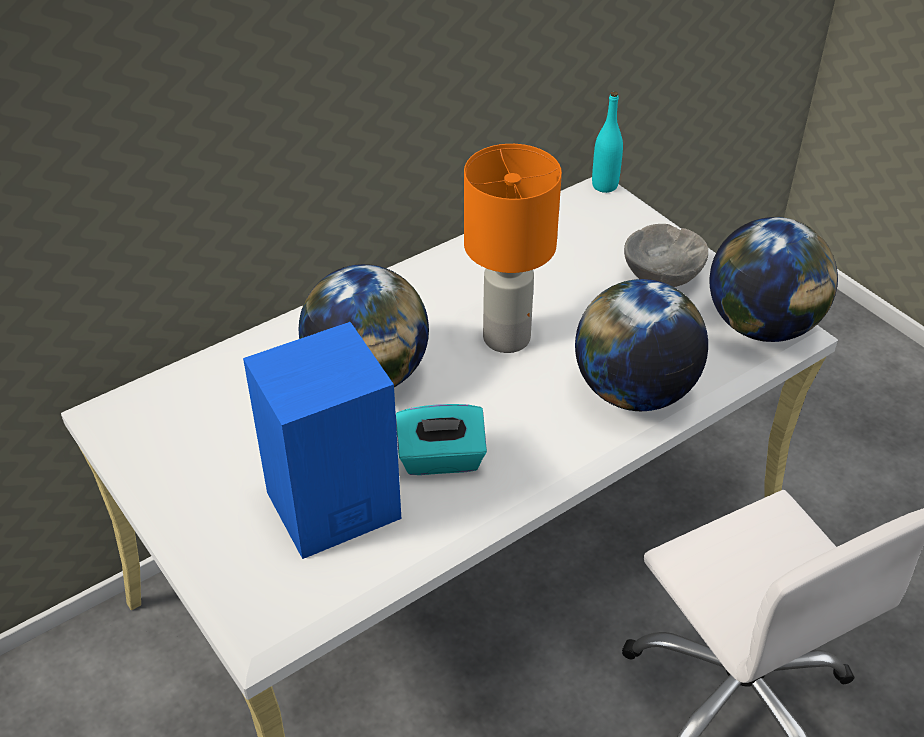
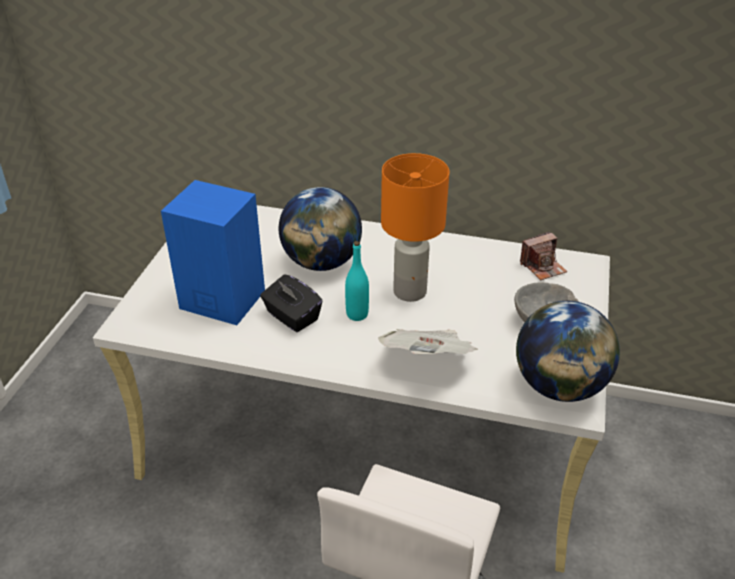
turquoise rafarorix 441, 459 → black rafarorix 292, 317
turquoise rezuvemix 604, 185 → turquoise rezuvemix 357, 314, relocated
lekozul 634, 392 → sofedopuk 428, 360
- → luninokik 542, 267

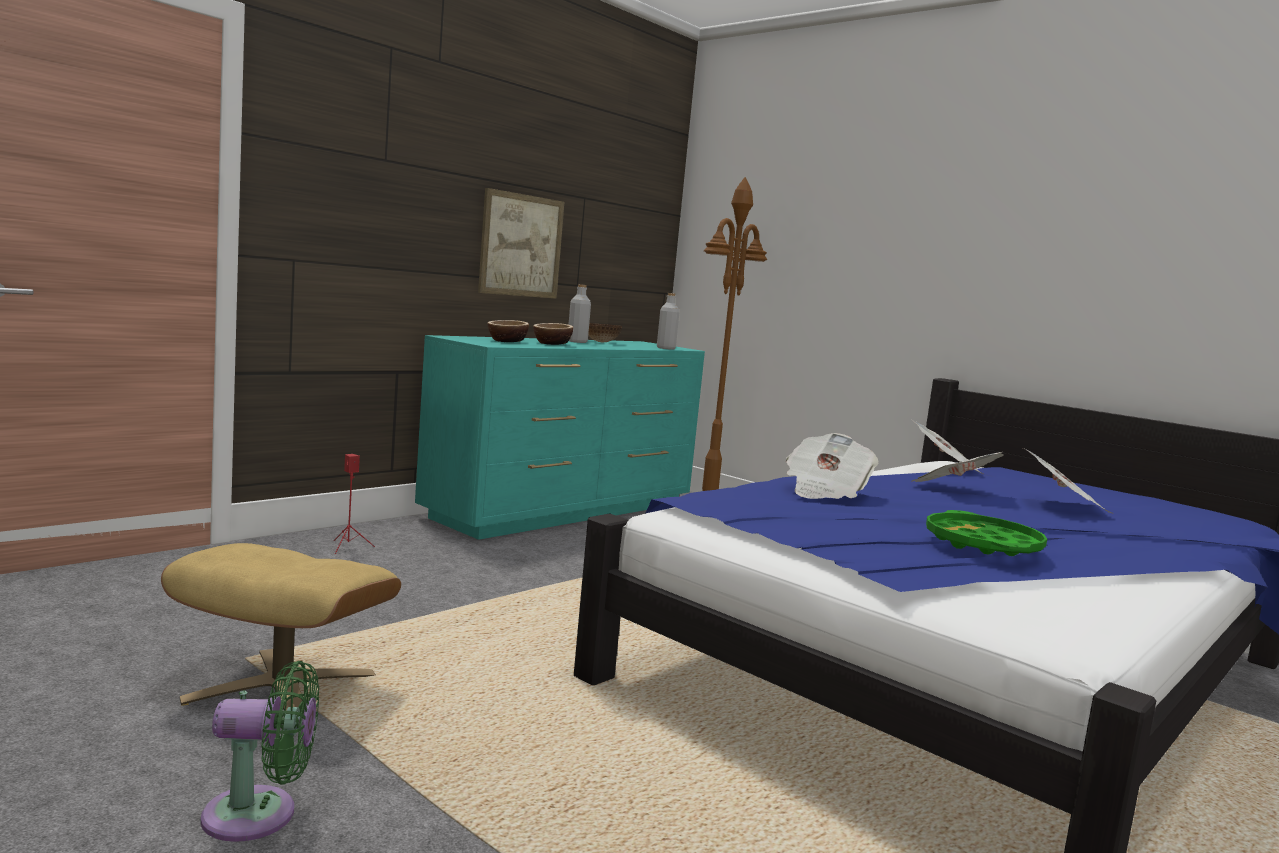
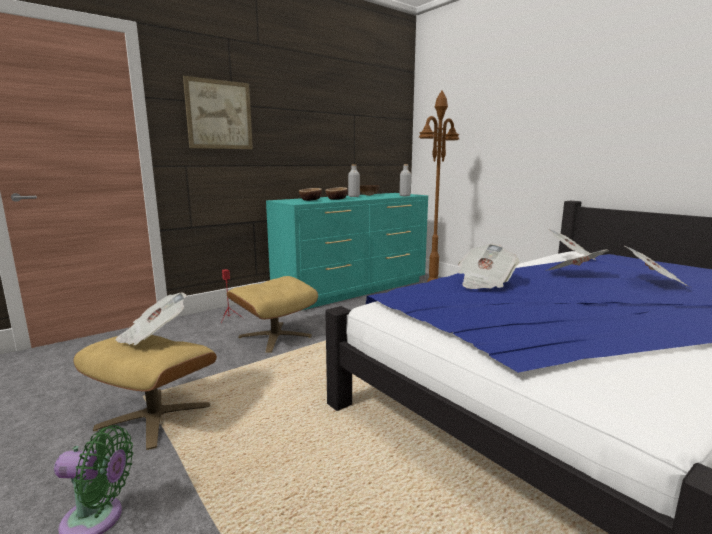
- → sofedopuk 153, 335
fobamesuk 521, 245 → fobamesuk 219, 115, relocated
- → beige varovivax 275, 336
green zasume 982, 544 → -

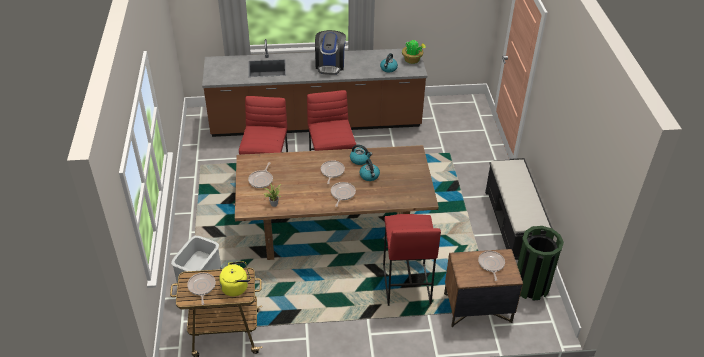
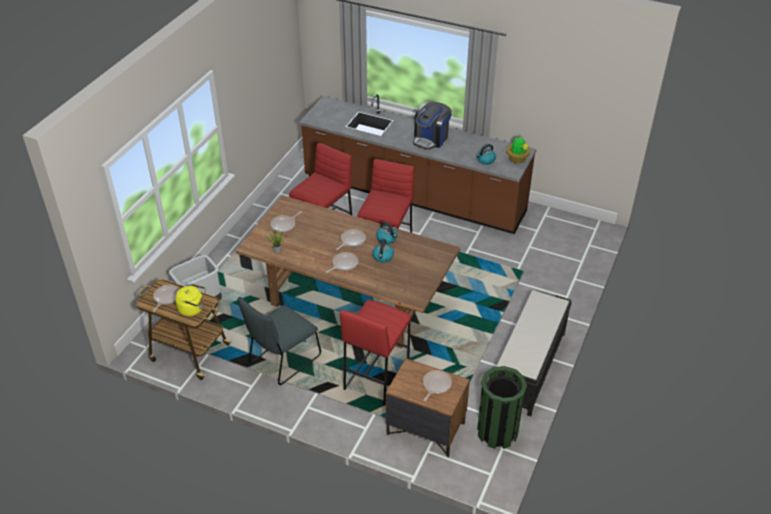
- → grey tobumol 282, 361

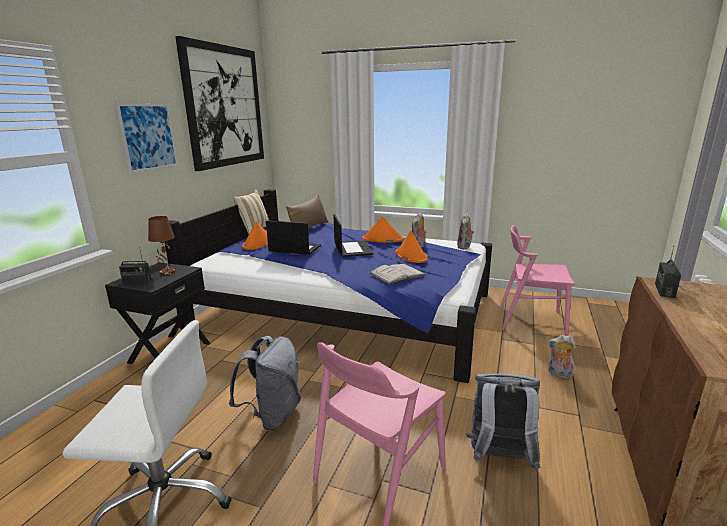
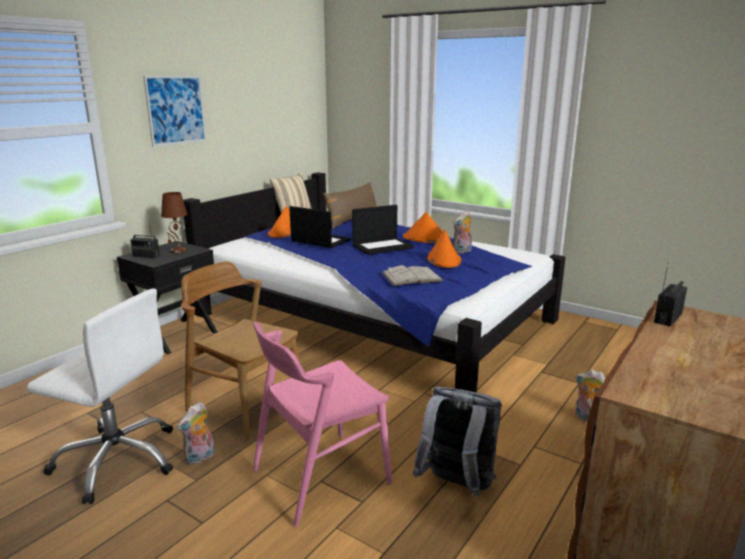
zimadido 464, 247 → zimadido 200, 458, relocated
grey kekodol 273, 415 → brown tobumol 245, 406
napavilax 352, 249 → napavilax 382, 246, 60 degrees clockwise
fobamesuk 225, 106 → -
pink tobumol 530, 320 → -

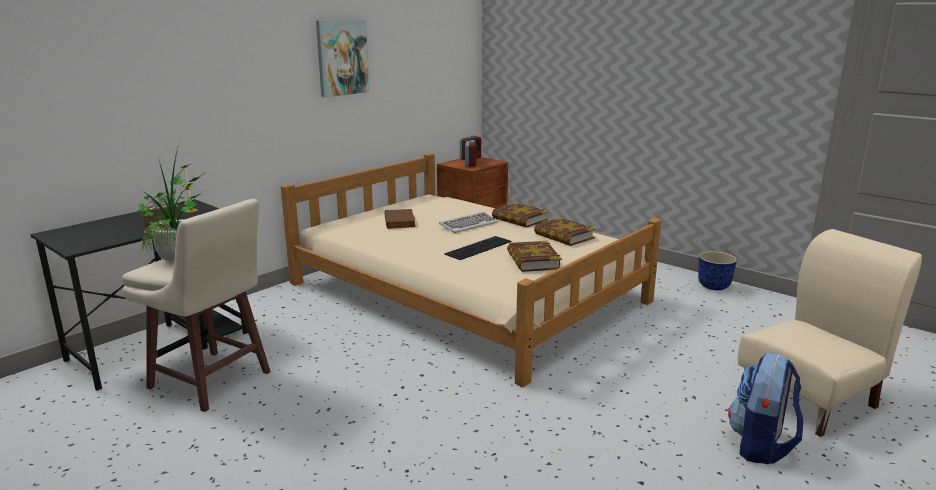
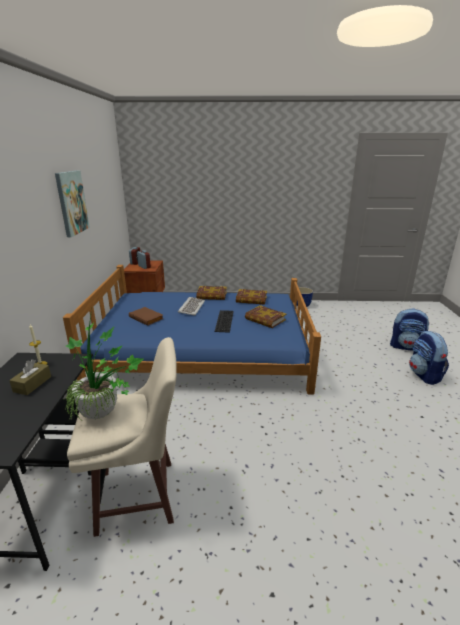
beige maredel 467, 292 → blue maredel 204, 350
beige tobumol 810, 400 → kekodol 406, 346

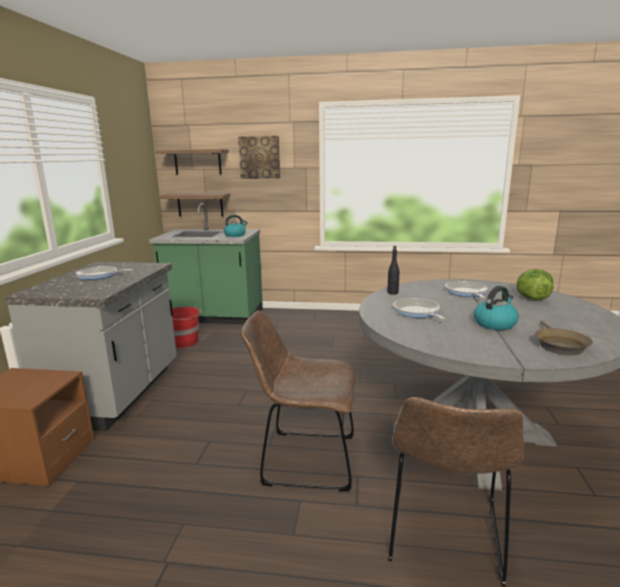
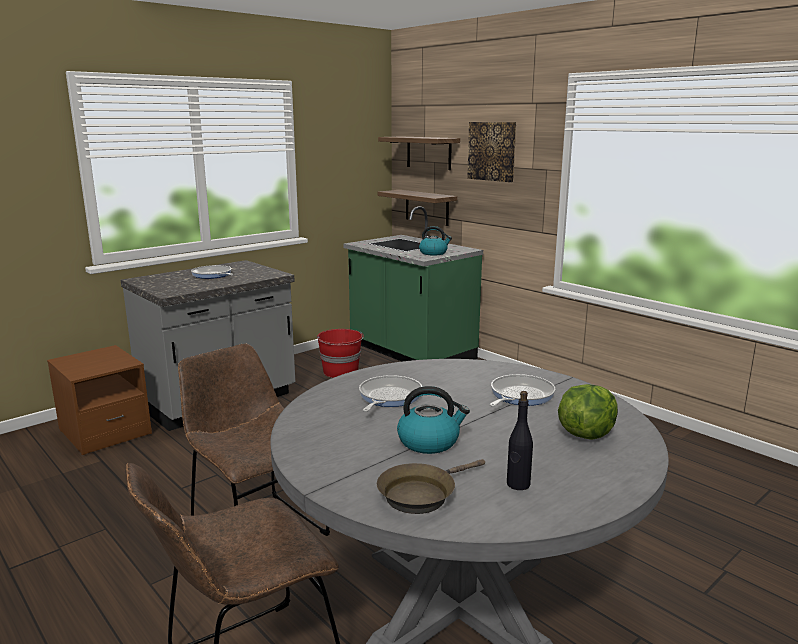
black rezuvemix 392, 293 → black rezuvemix 518, 484, relocated

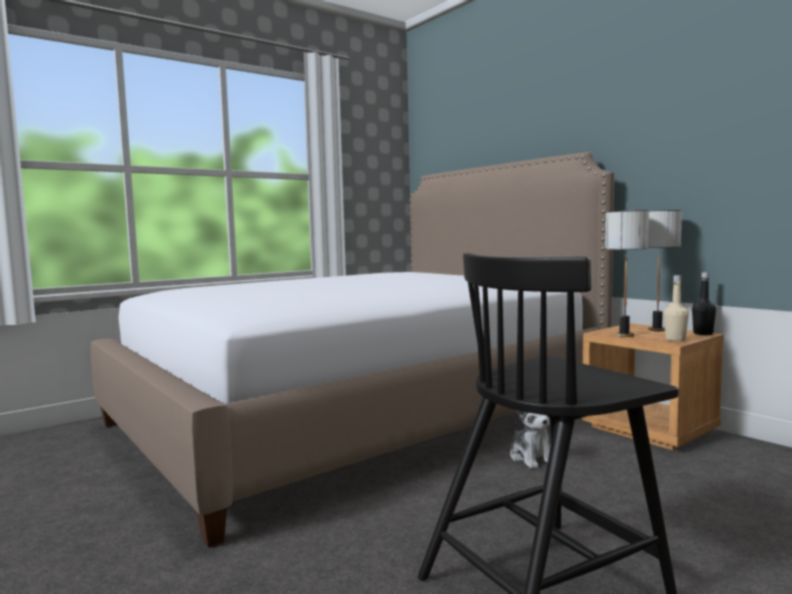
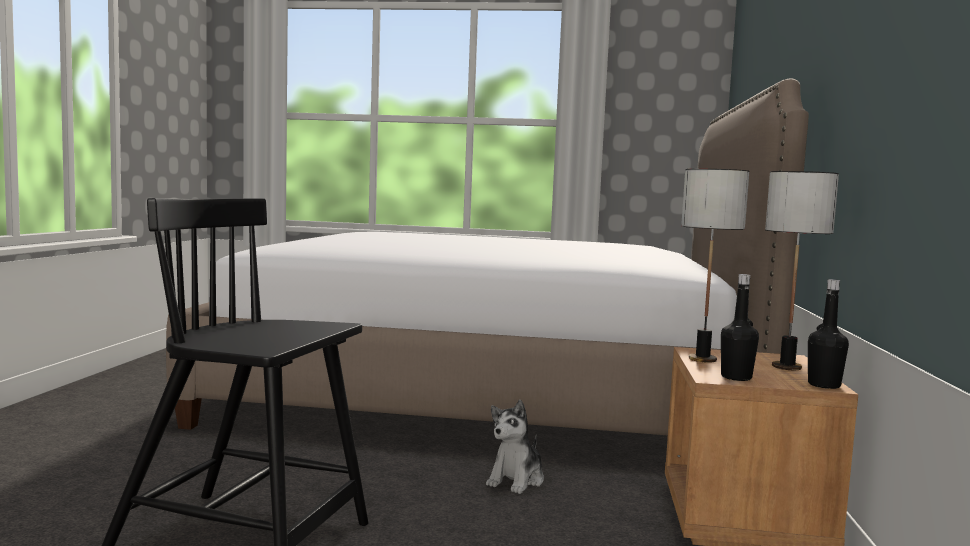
beige rezuvemix 675, 339 → black rezuvemix 736, 377

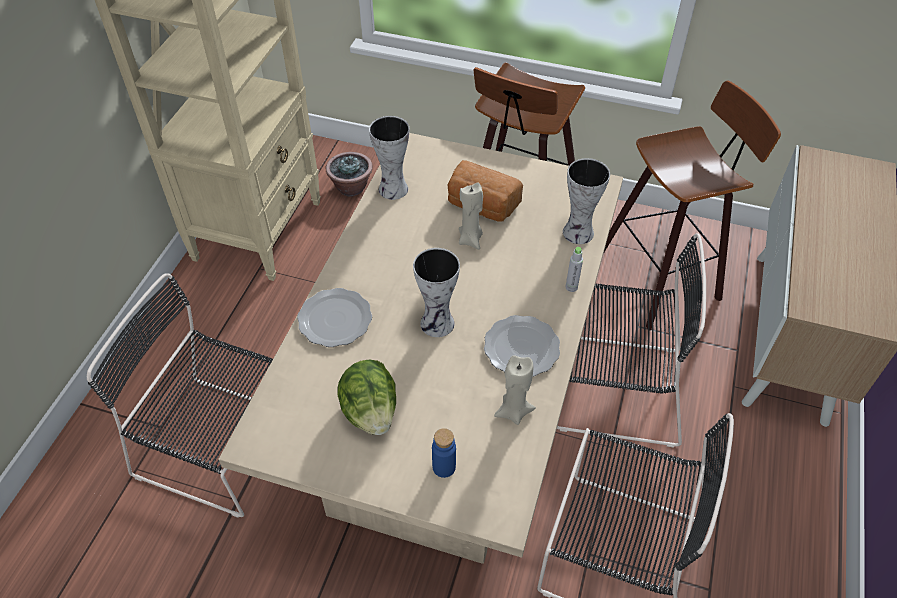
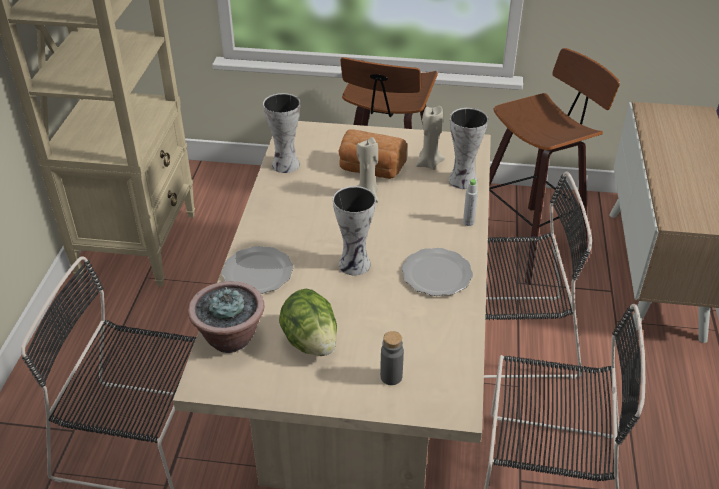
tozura 351, 187 → tozura 230, 338, relocated
blue rezuvemix 444, 467 → grey rezuvemix 391, 376
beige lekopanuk 513, 411 → beige lekopanuk 428, 164, relocated

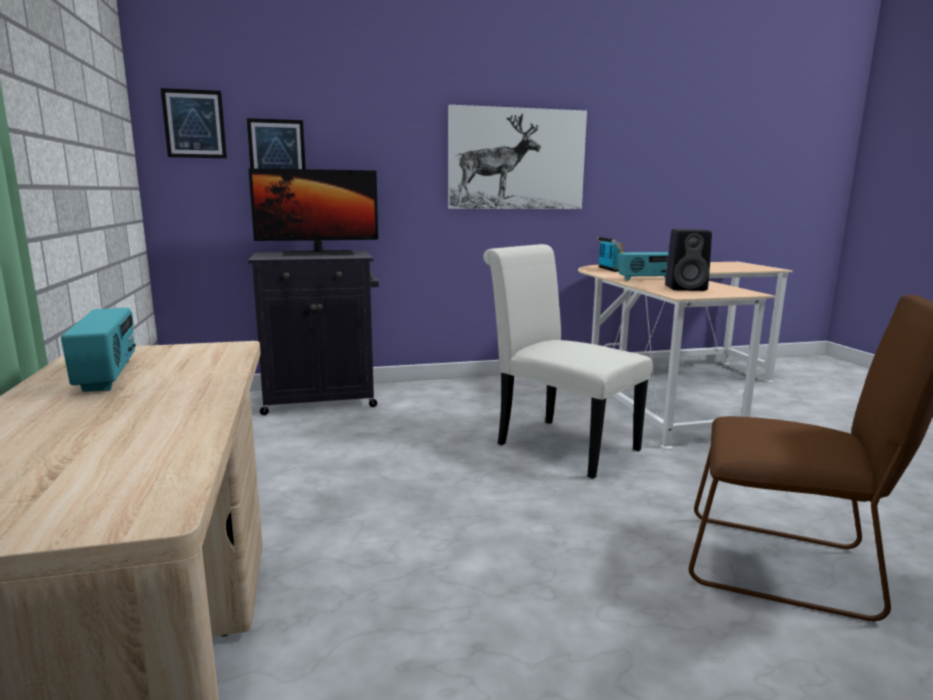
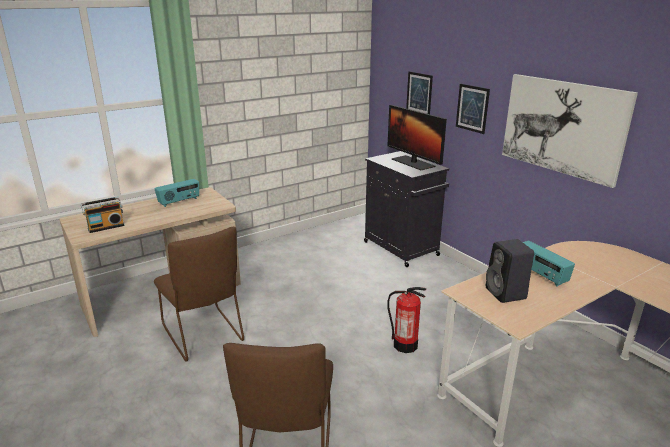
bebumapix 609, 269 → bebumapix 106, 227, relocated
- → brown tobumol 204, 335
white tobumol 559, 444 → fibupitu 405, 345
fobamesuk 194, 124 → fobamesuk 472, 108, relocated

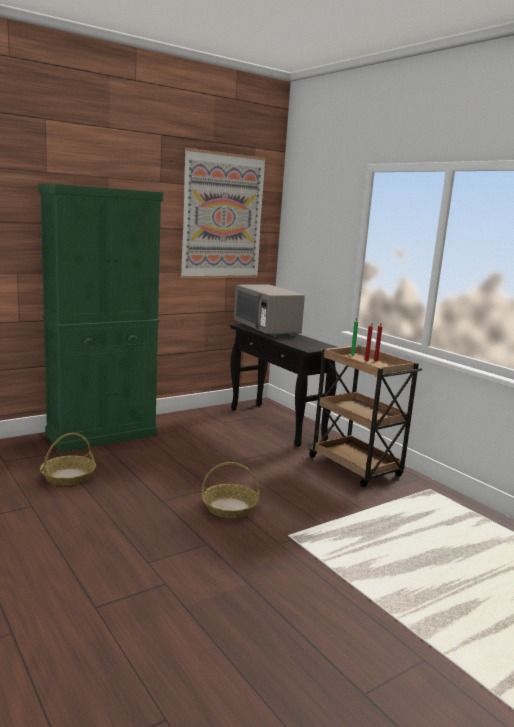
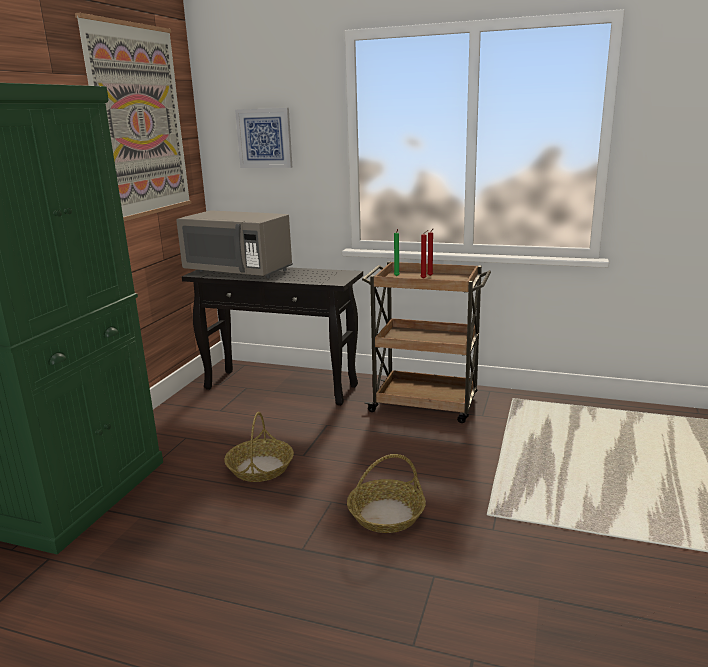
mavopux 68, 476 → mavopux 260, 467, relocated
- → fobamesuk 264, 138

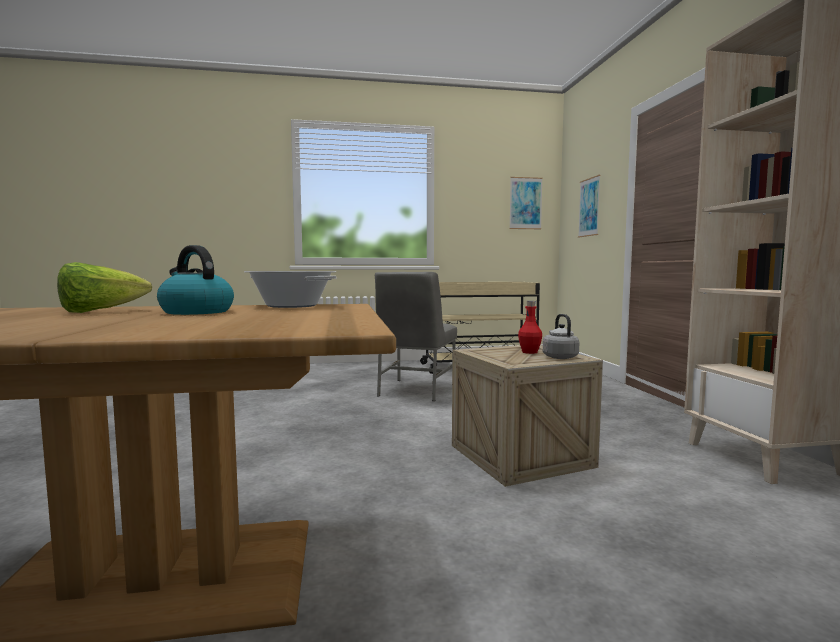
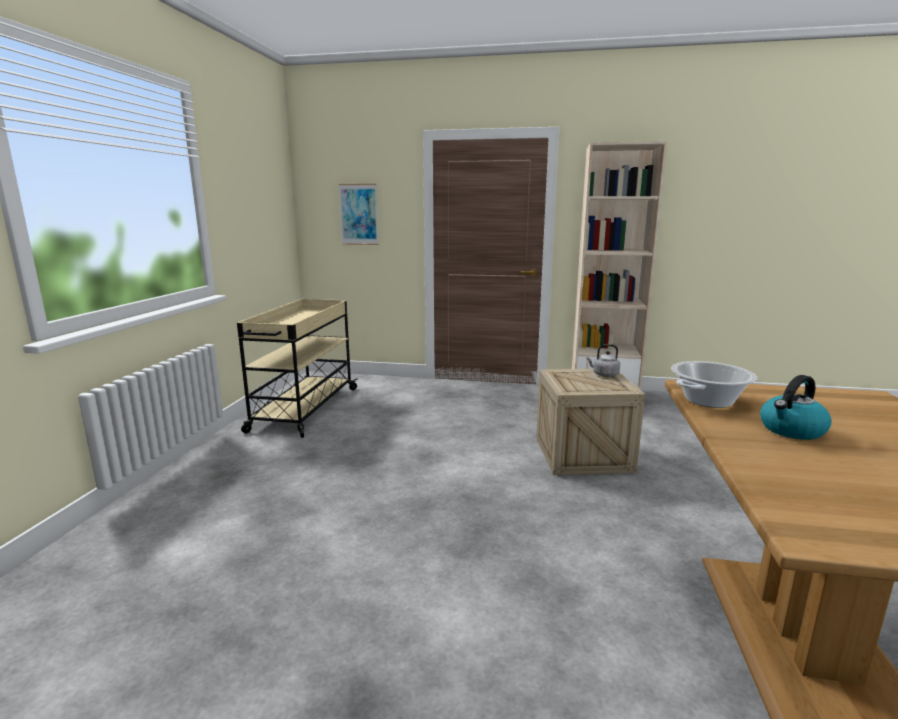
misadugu 100, 311 → -
grey tobumol 415, 390 → -
fobamesuk 525, 203 → -
red rezuvemix 529, 352 → -

